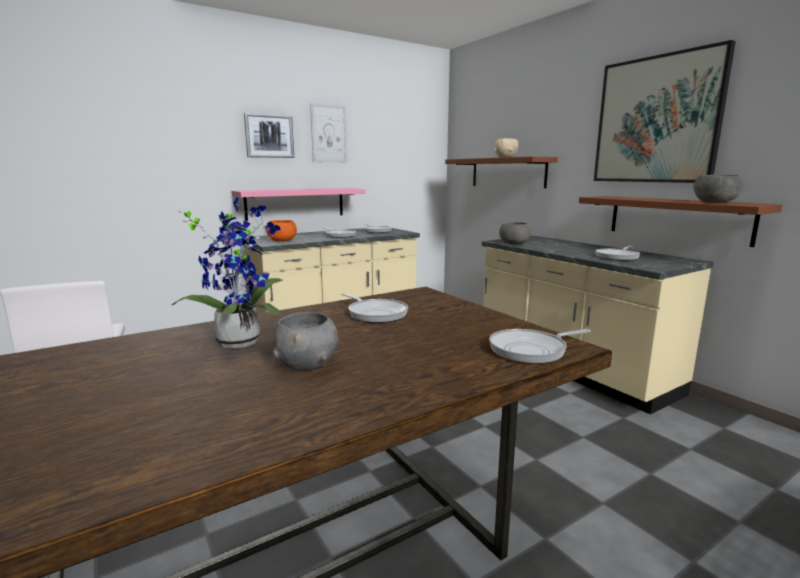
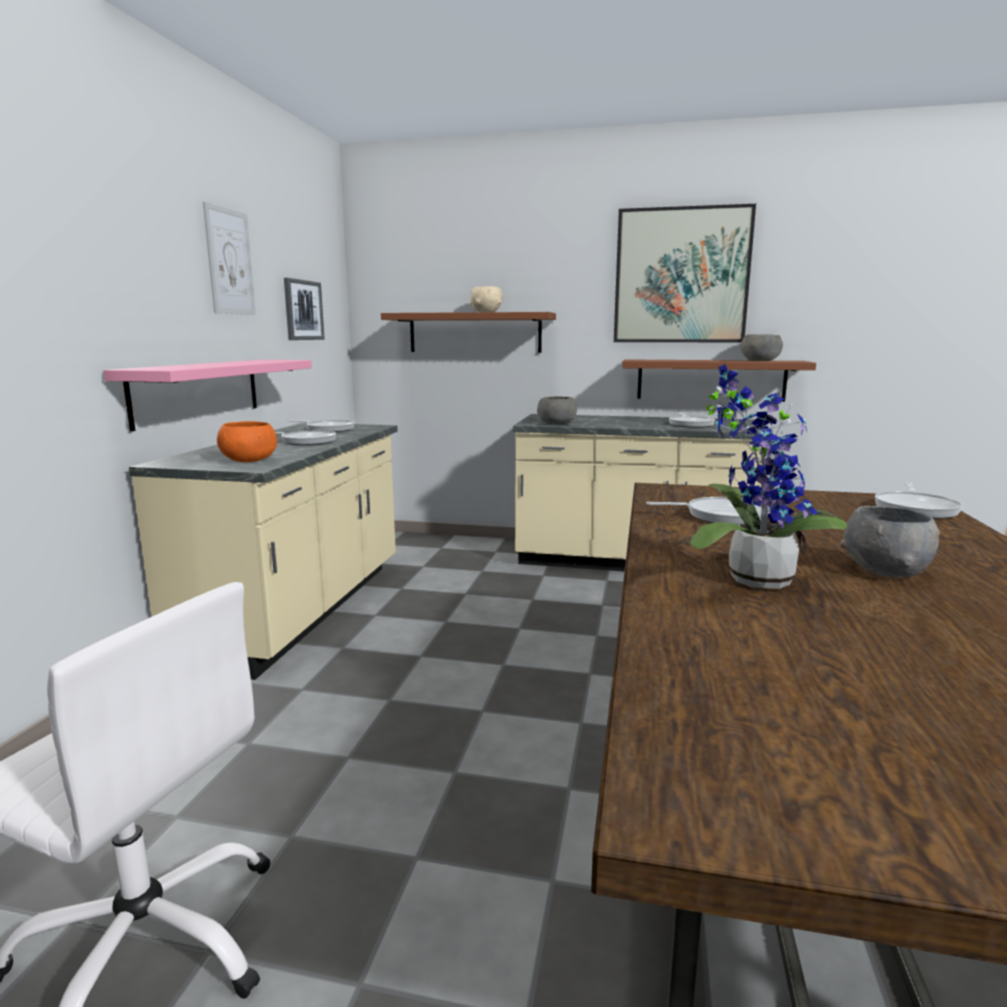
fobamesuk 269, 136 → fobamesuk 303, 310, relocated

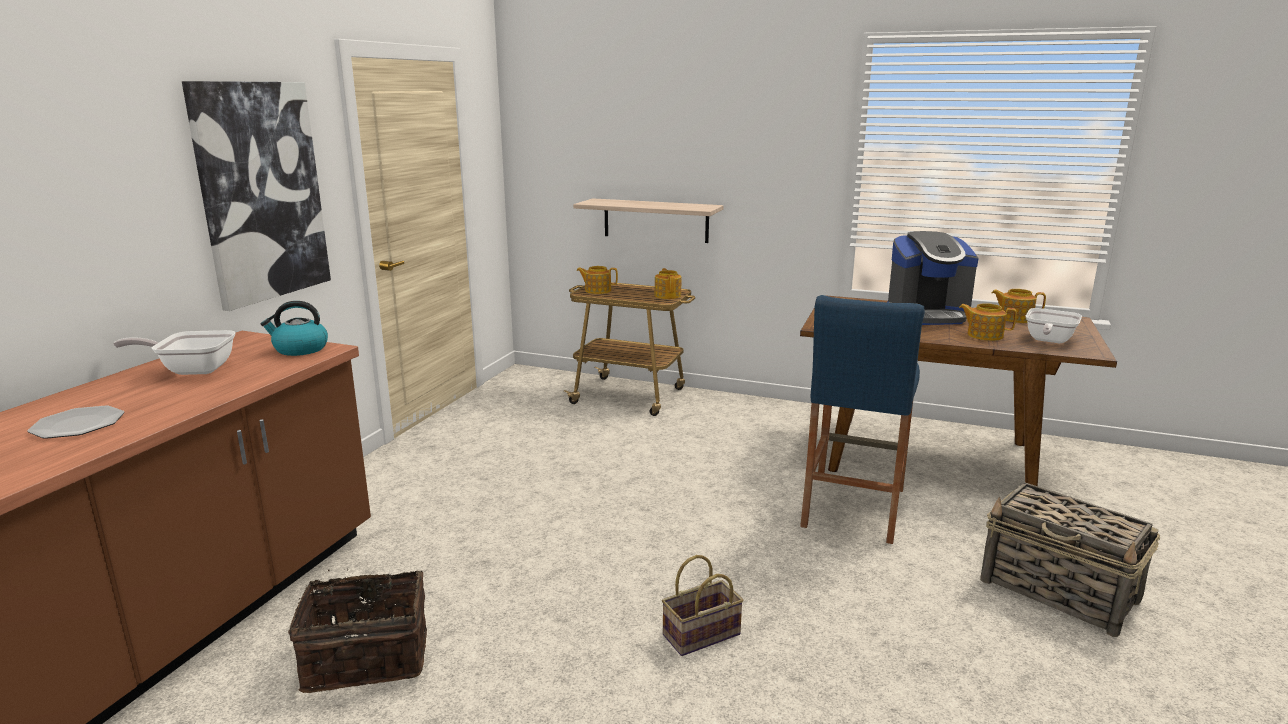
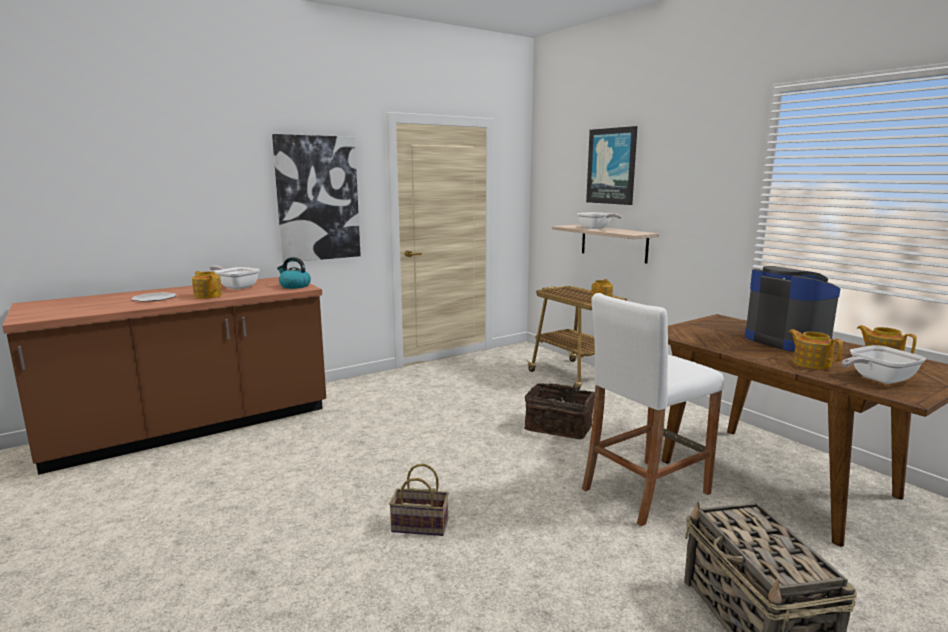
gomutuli 597, 290 → gomutuli 208, 296, relocated
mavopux 367, 656 → mavopux 559, 427, relocated
- → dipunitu 596, 228
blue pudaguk 852, 507 → white pudaguk 645, 490
- → fobamesuk 611, 166
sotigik 927, 315 → sotigik 786, 341, 150 degrees counterclockwise

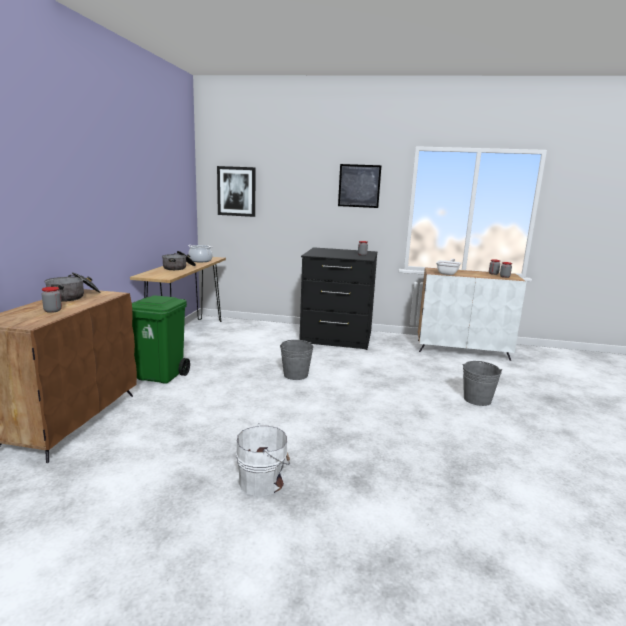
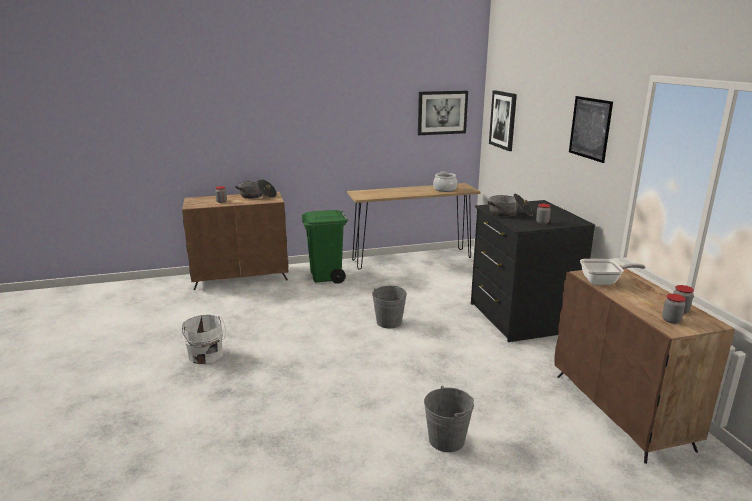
- → fobamesuk 442, 112
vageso 179, 268 → vageso 509, 214, relocated
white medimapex 462, 350 → brown medimapex 621, 411

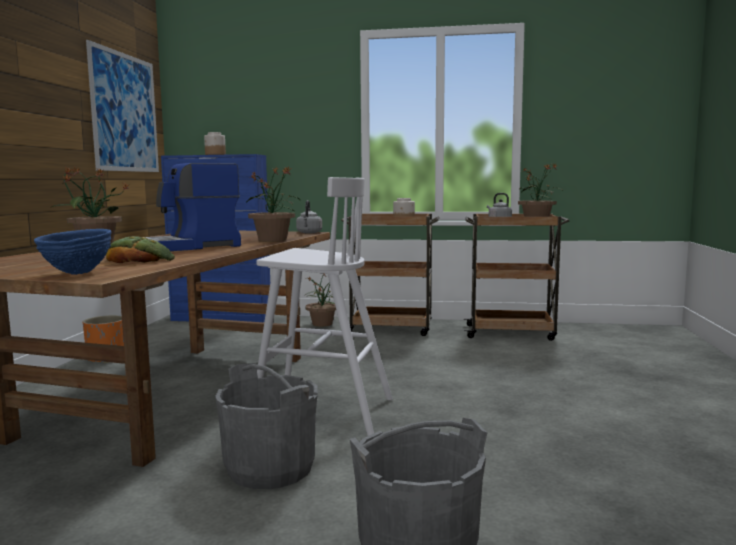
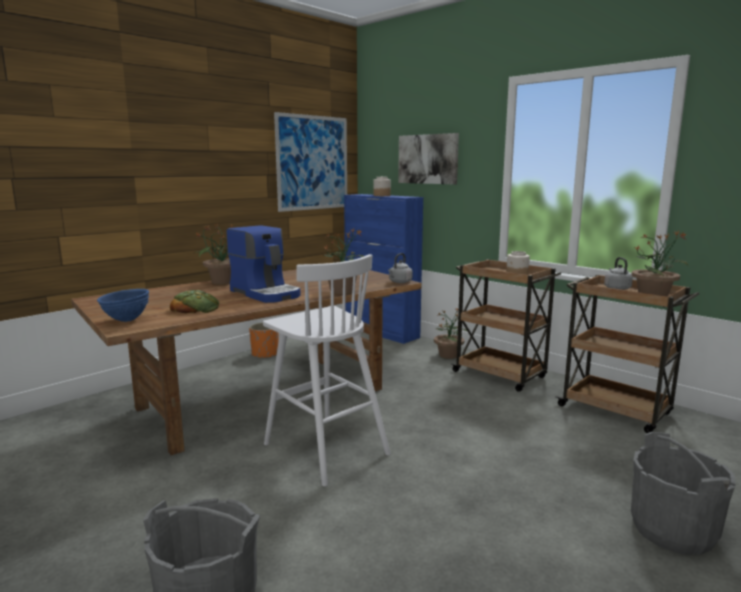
sotigik 190, 247 → sotigik 266, 293, 135 degrees counterclockwise
- → fobamesuk 428, 159
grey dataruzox 270, 468 → grey dataruzox 673, 530, relocated

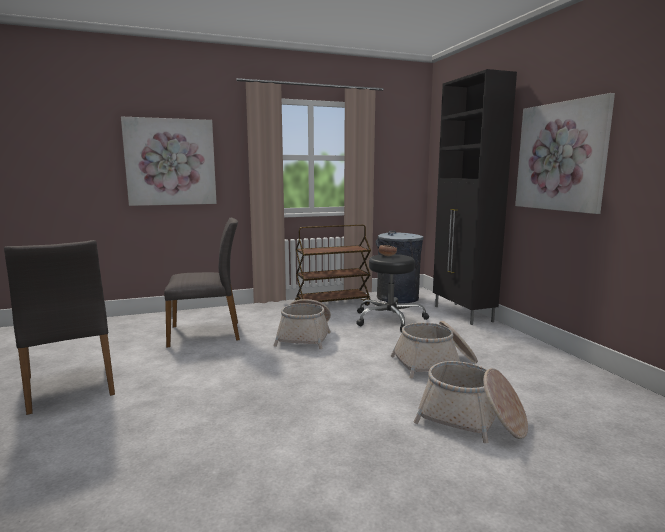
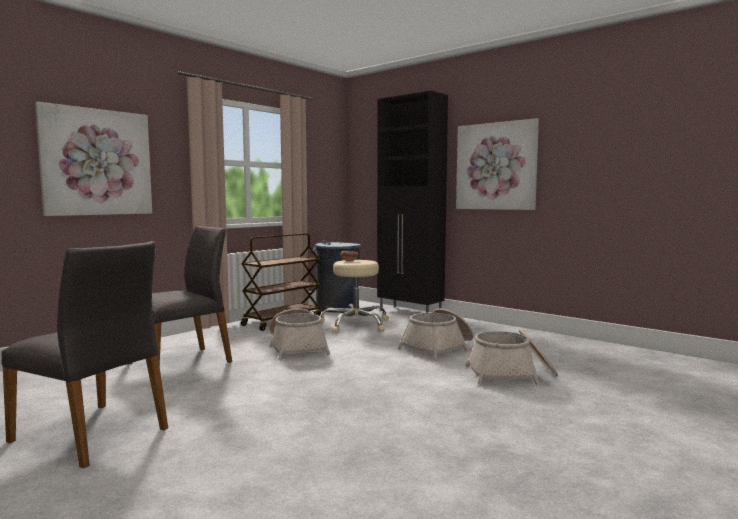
black pudaguk 389, 319 → beige pudaguk 355, 325

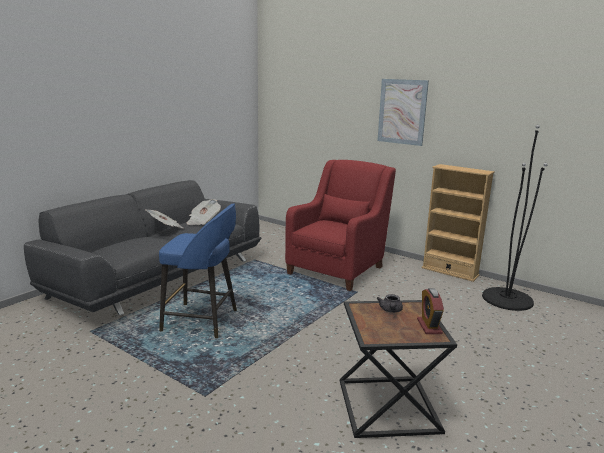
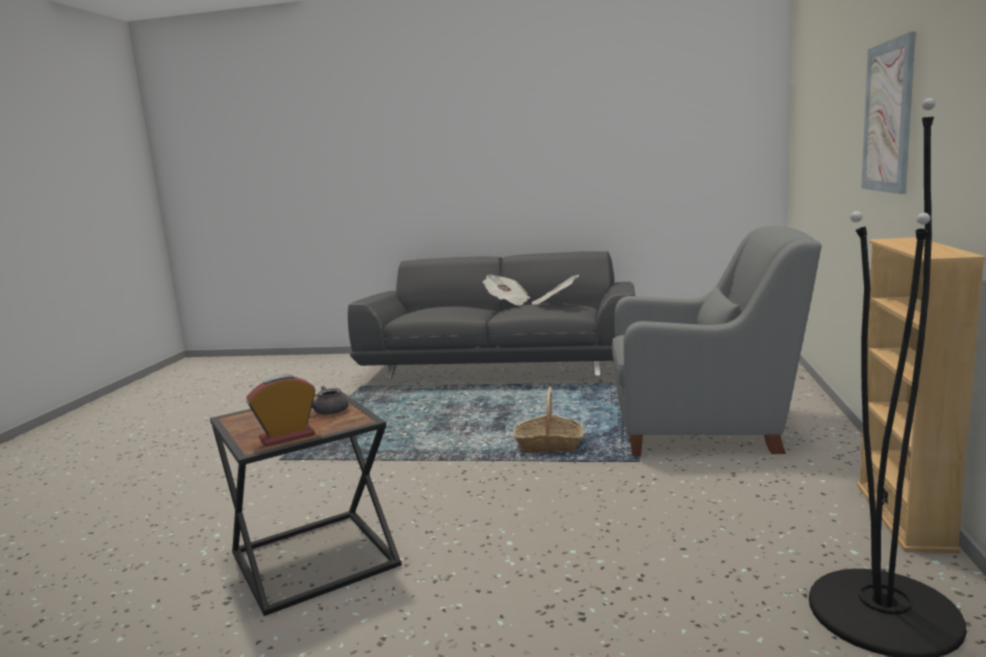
- → mavopux 549, 445
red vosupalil 338, 268 → grey vosupalil 704, 429
blue pudaguk 202, 321 → -

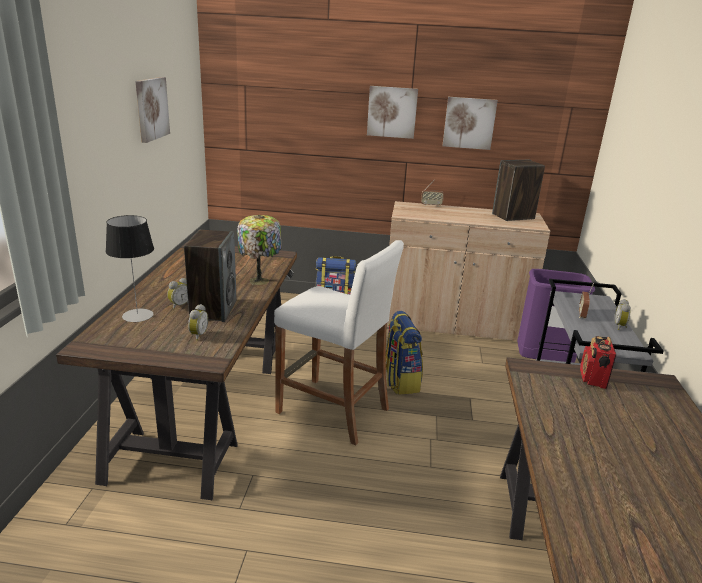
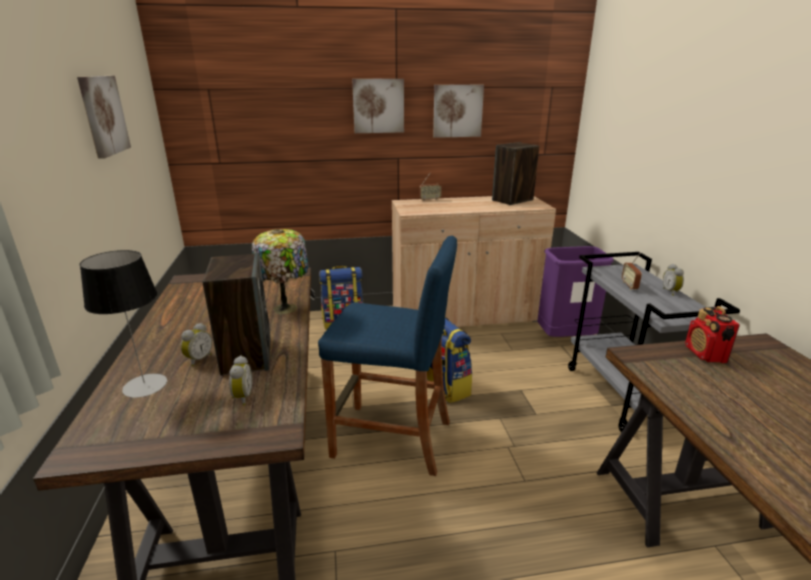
white pudaguk 332, 410 → blue pudaguk 391, 439

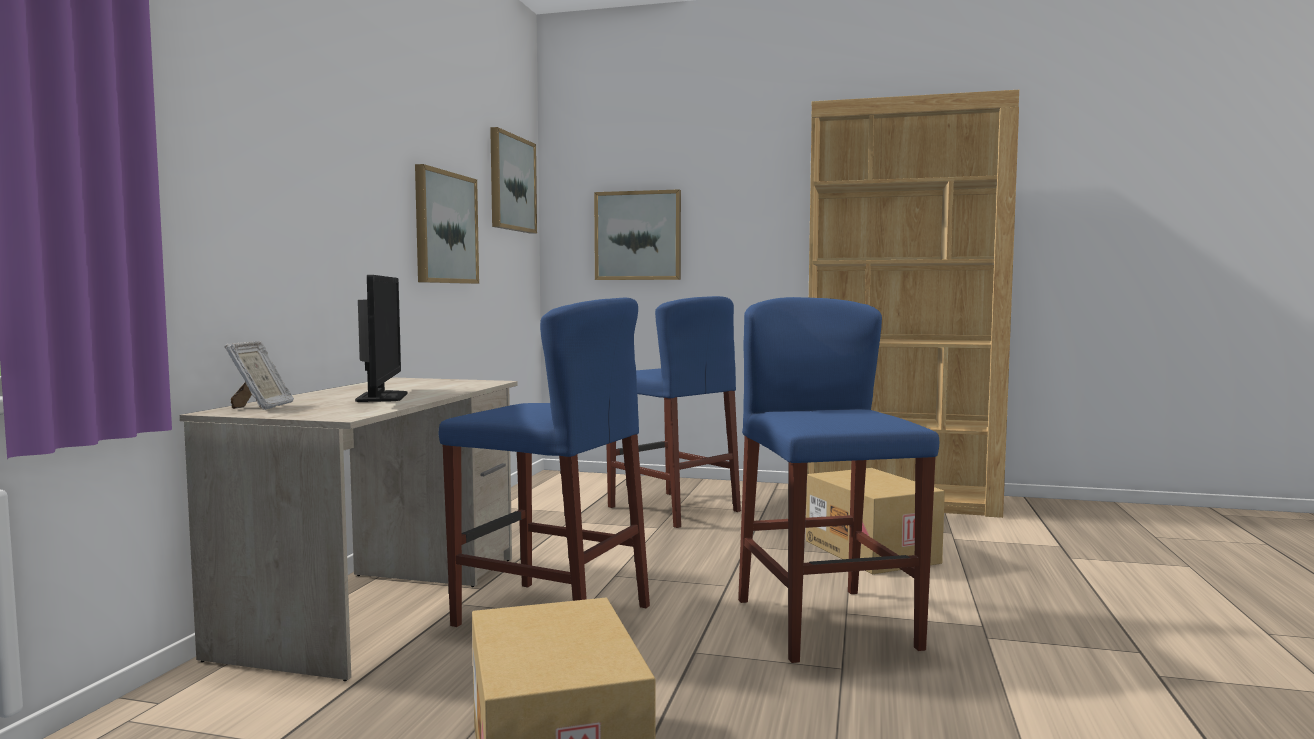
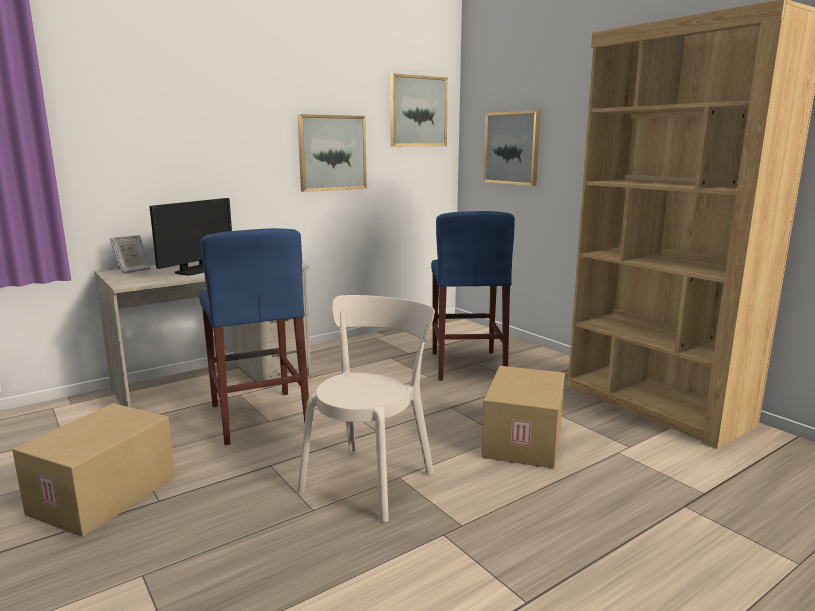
blue pudaguk 826, 623 → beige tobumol 370, 479

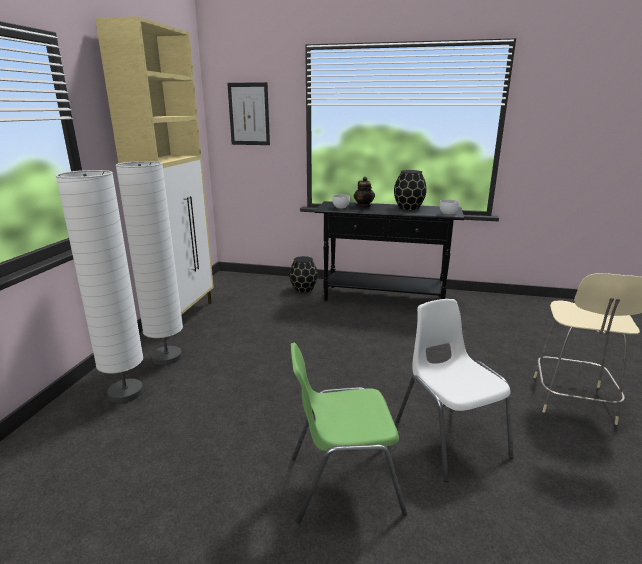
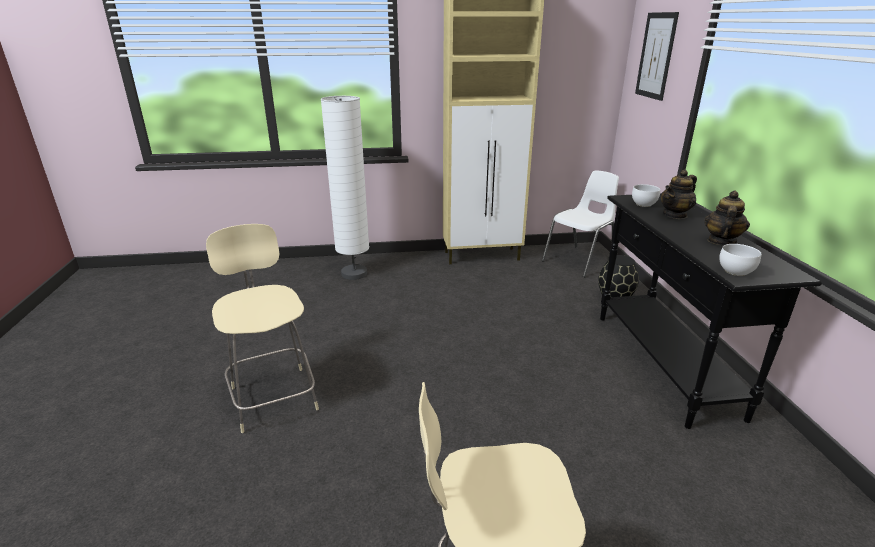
green tobumol 342, 483 → beige pudaguk 273, 396
white tobumol 449, 437 → white tobumol 580, 260, relocated
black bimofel 408, 208 → gomutuli 721, 241
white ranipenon 167, 357 → -

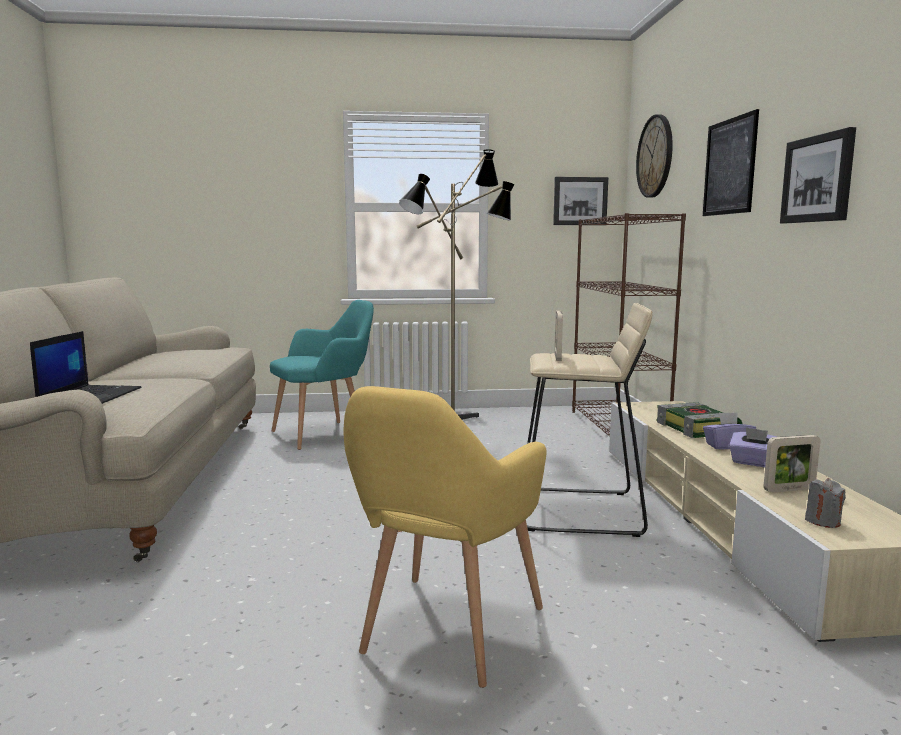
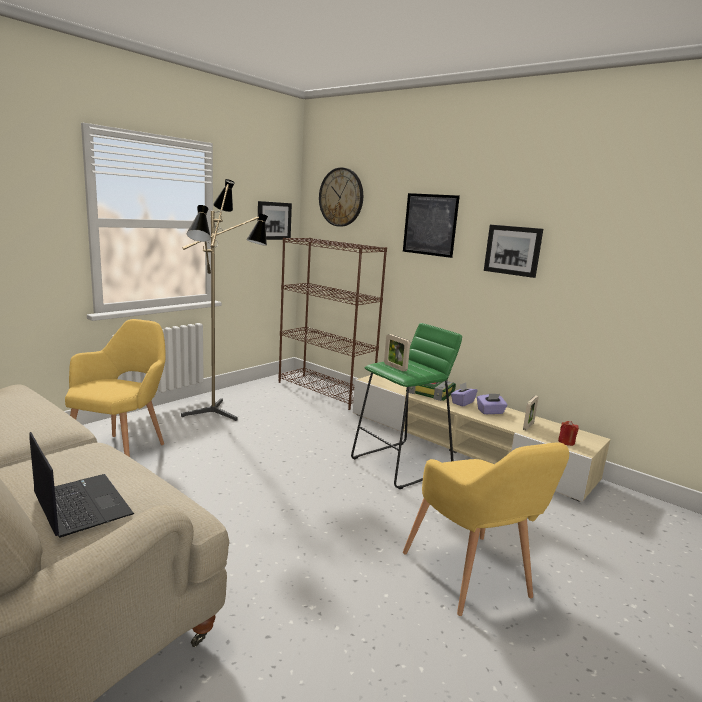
turquoise vosupalil 325, 433 → yellow vosupalil 122, 452
beige pudaguk 580, 511 → green pudaguk 402, 464
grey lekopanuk 822, 521 → red lekopanuk 566, 442

